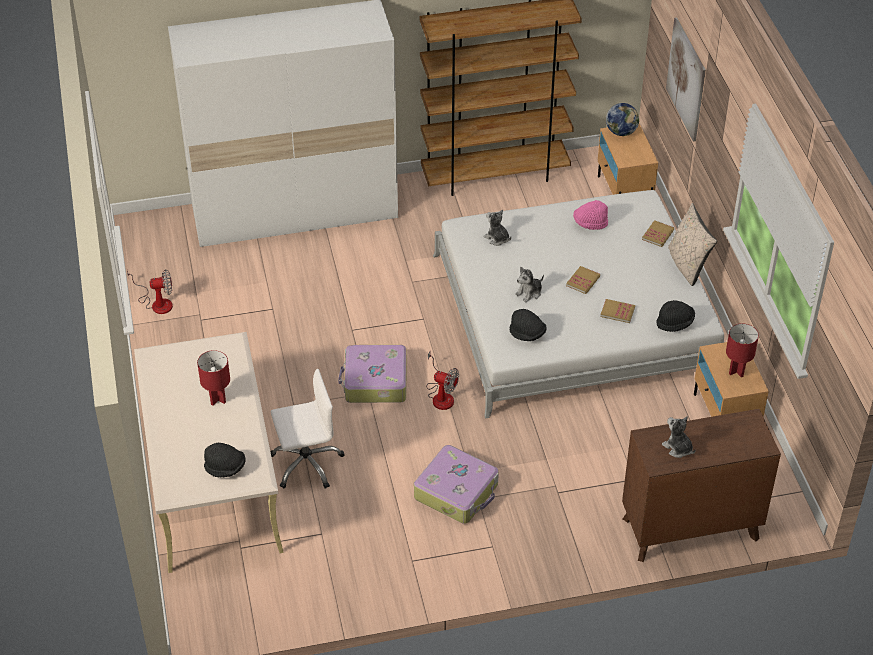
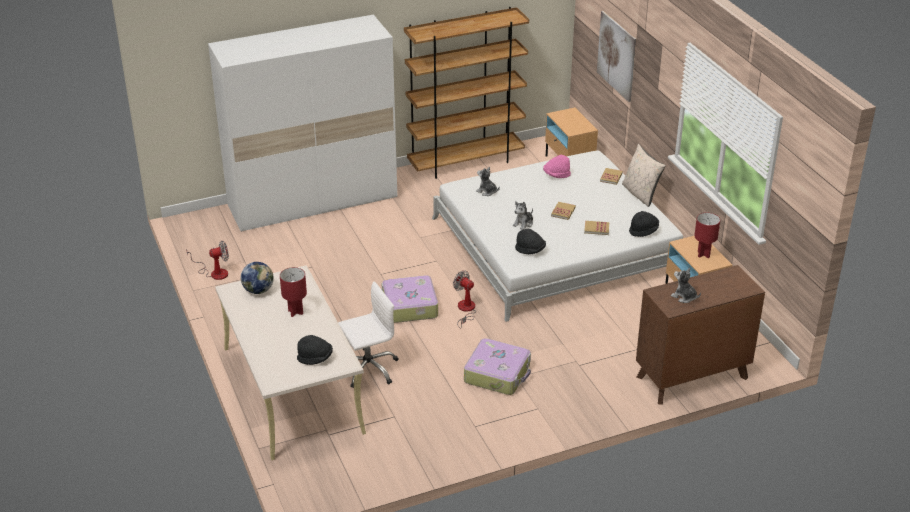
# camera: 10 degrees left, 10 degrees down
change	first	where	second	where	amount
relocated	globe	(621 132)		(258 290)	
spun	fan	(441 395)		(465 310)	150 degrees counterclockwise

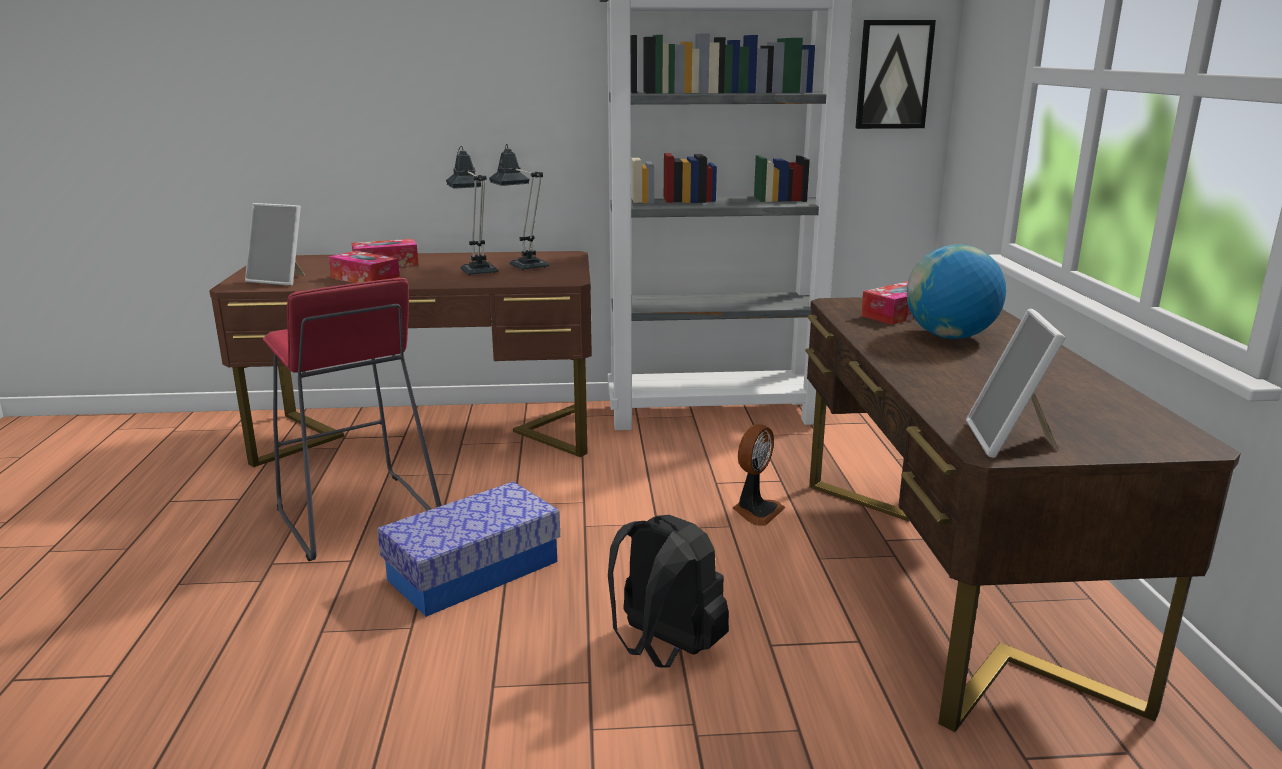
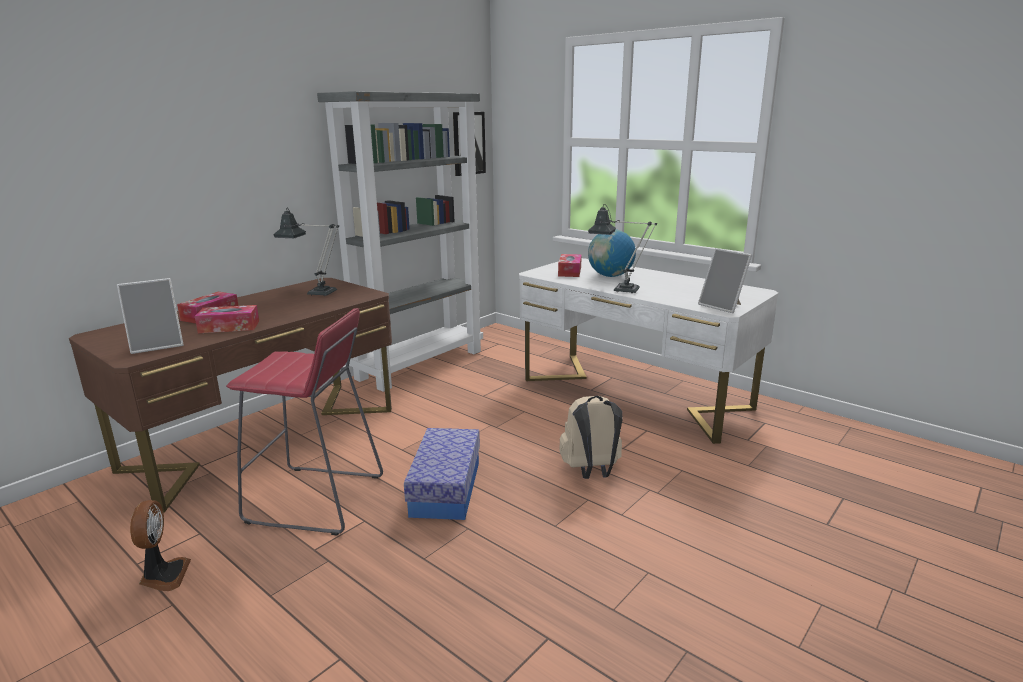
# camera: 45 degrees left, 0 degrees up
change	first	where	second	where	amount
relocated	fan	(756 511)		(164 575)	
colour	desk (brown)	(947 577)	desk (white)	(633 393)	
colour	backpack (black)	(665 649)	backpack (beige)	(591 471)	
relocated	table lamp	(477 270)		(619 289)	

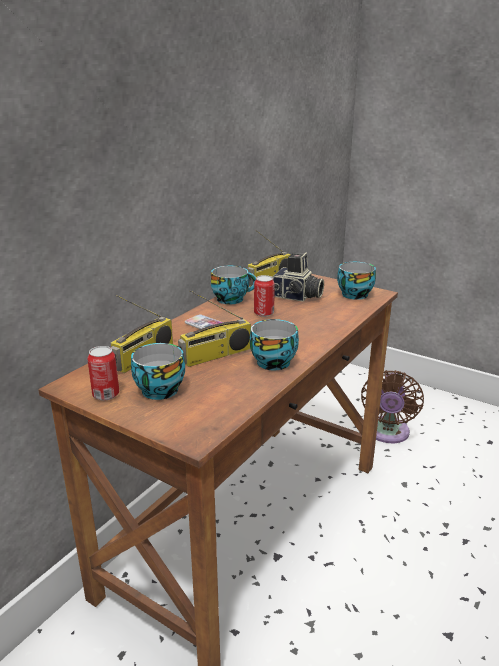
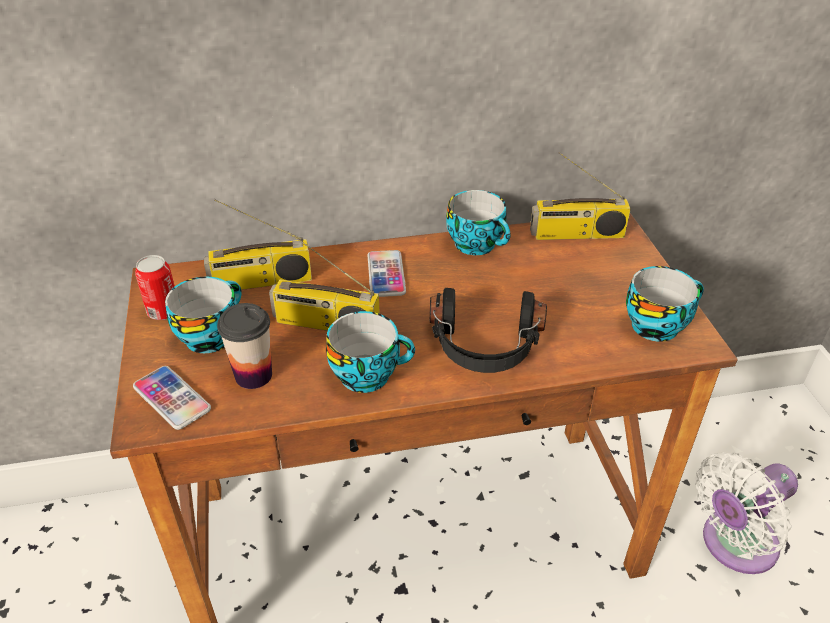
# camera: 45 degrees right, 15 degrees up
change	first	where	second	where	amount
appeared			phone	(172 398)	
appeared			cup	(253 375)	
appeared			headphones (black)	(485 347)	
colour	fan (brown)	(387 433)	fan (white)	(733 545)	
missing	can	(264 313)			
missing	photo camera	(297 297)			

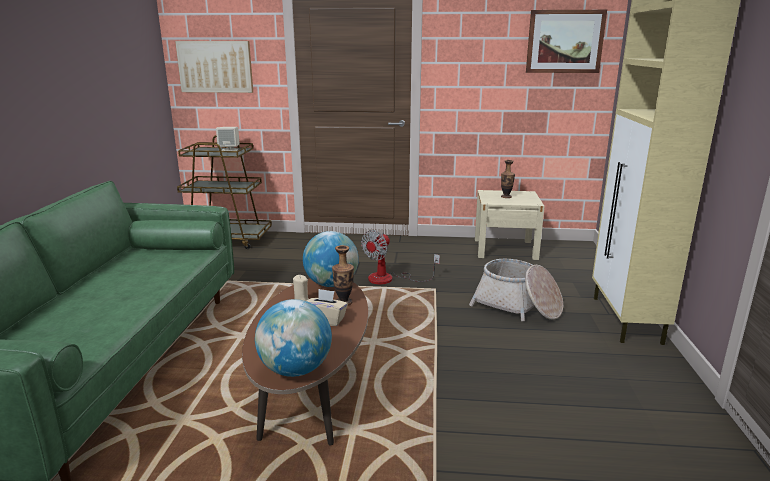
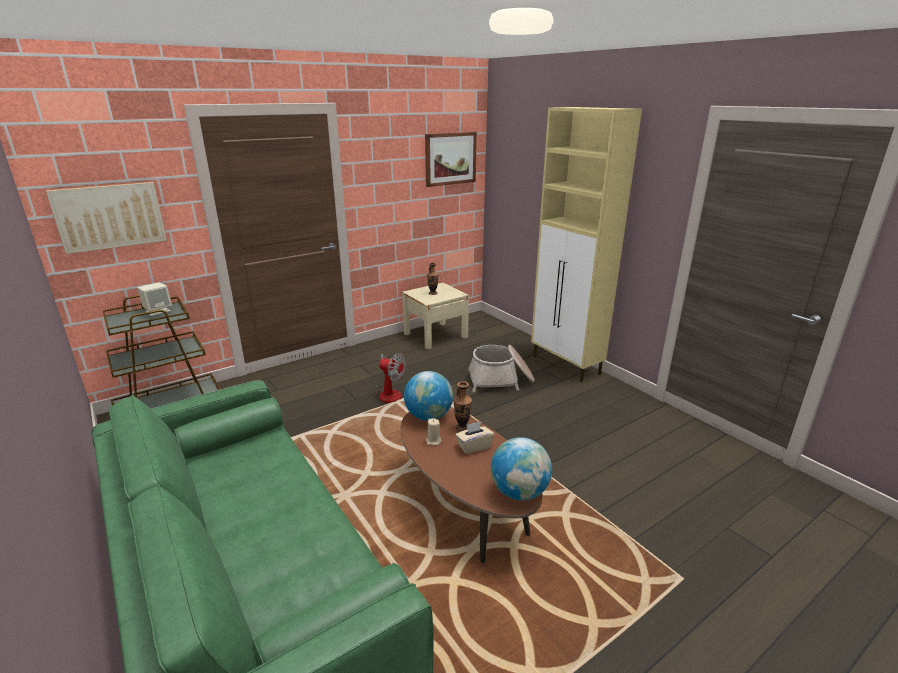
# camera: 40 degrees left, 5 degrees up
change	first	where	second	where	amount
spun	fan	(389 279)		(389 392)	60 degrees counterclockwise

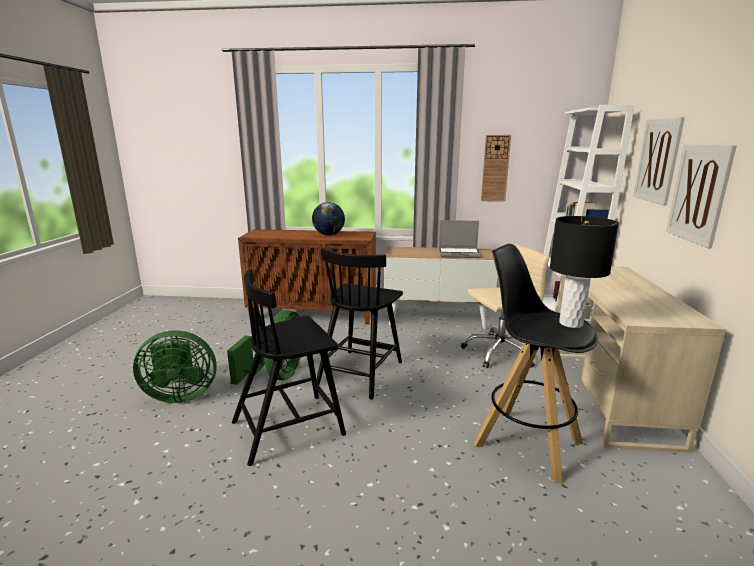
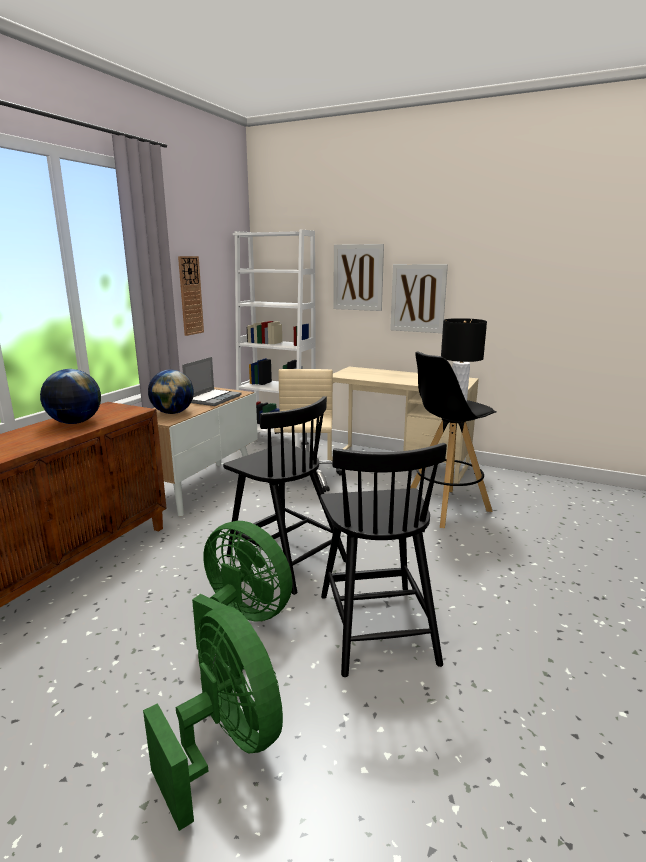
# camera: 70 degrees left, 0 degrees up
change	first	where	second	where	amount
spun	fan (green)	(180 395)		(226 743)	45 degrees counterclockwise
appeared			globe	(173 413)	

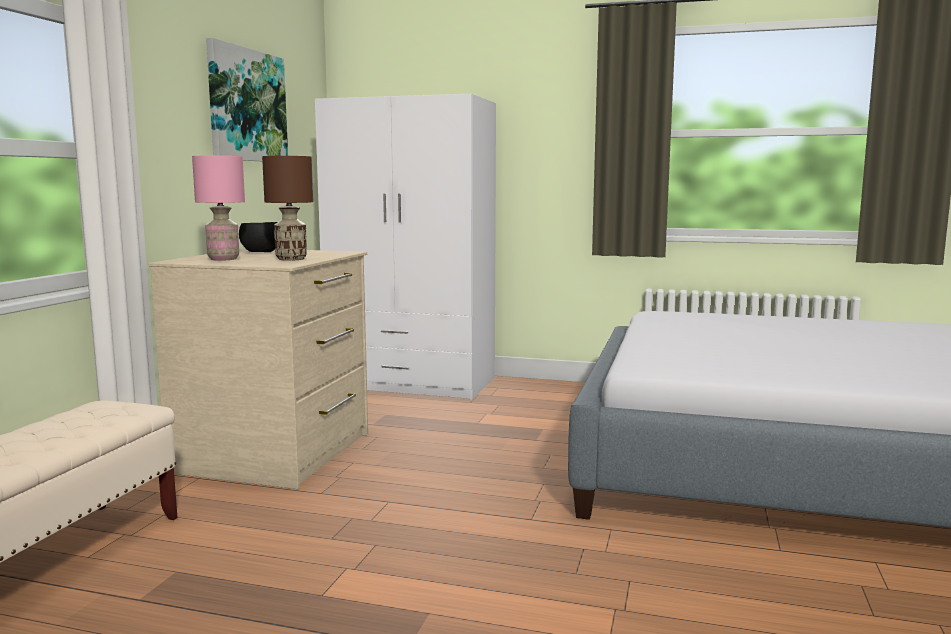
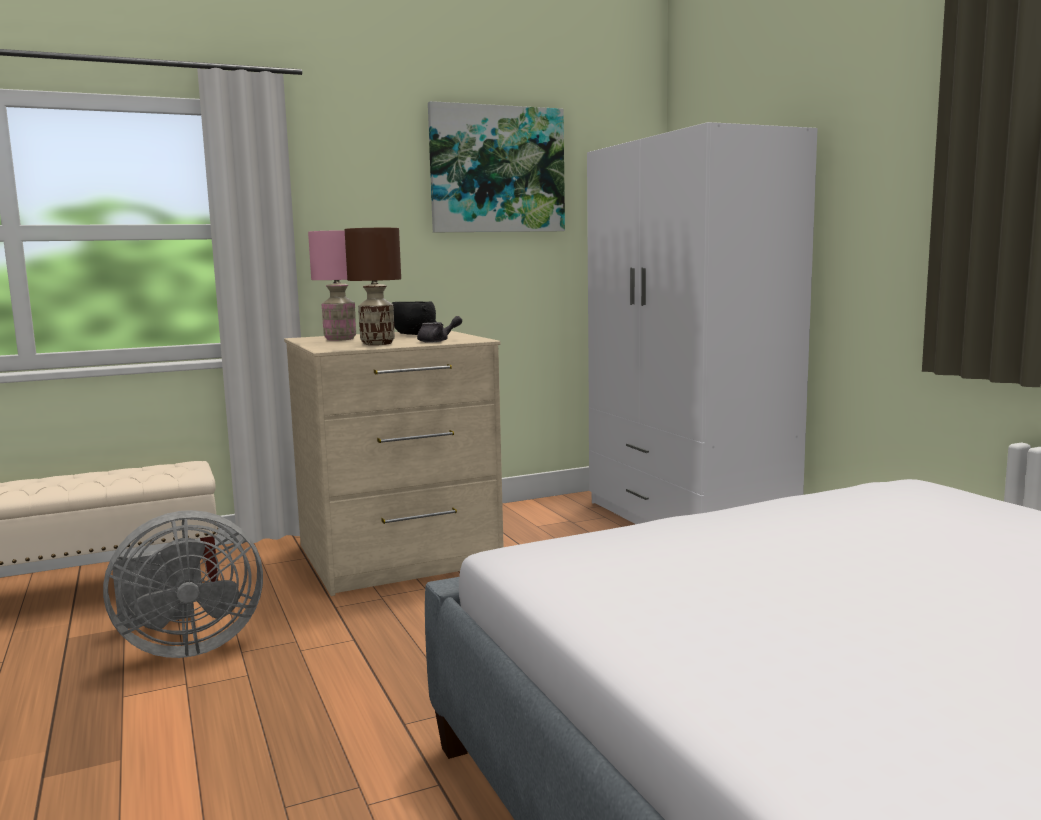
# camera: 50 degrees right, 0 degrees up
change	first	where	second	where	amount
appeared			fan (grey)	(185 646)	
appeared			teapot (grey)	(438 341)	

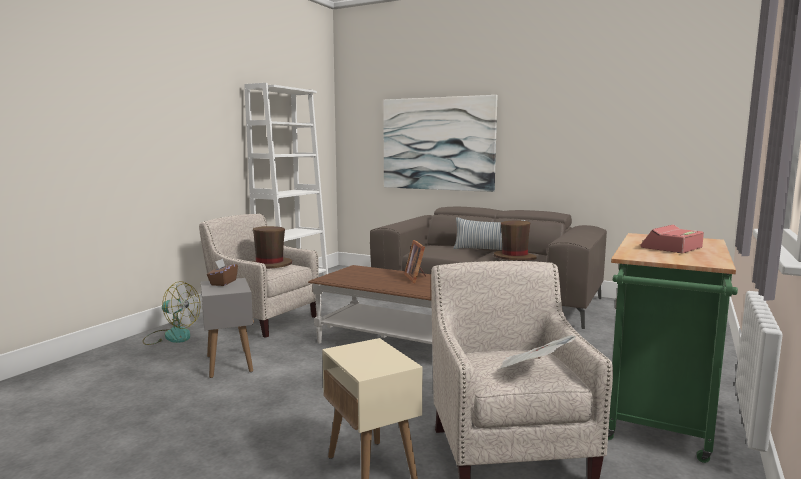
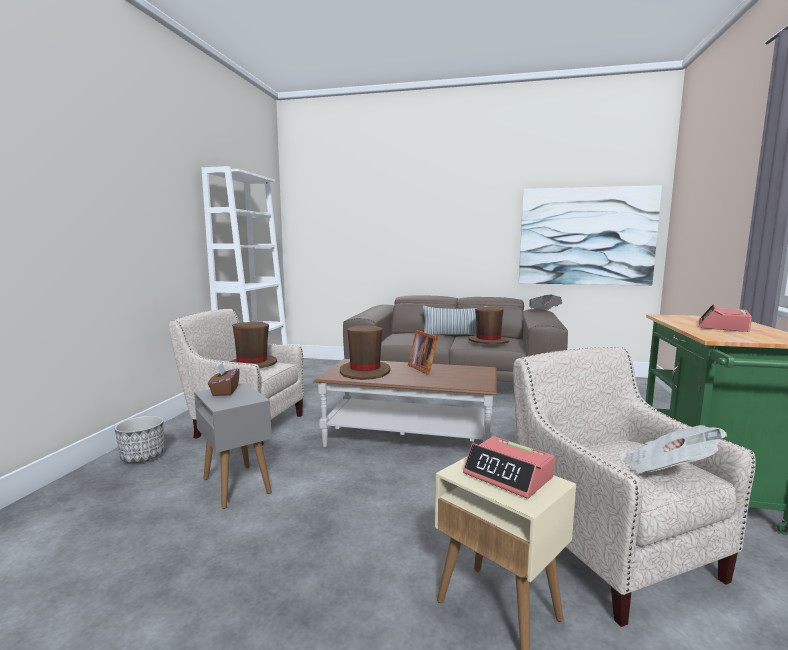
# camera: 15 degrees left, 0 degrees up
change	first	where	second	where	amount
exchanged	fan	(171 336)	planter	(143 457)	
appeared			hat (brown)	(365 372)	
appeared			alarm clock	(508 476)	
relocated	picture	(437 144)		(586 236)	
appeared			newspaper	(544 312)	

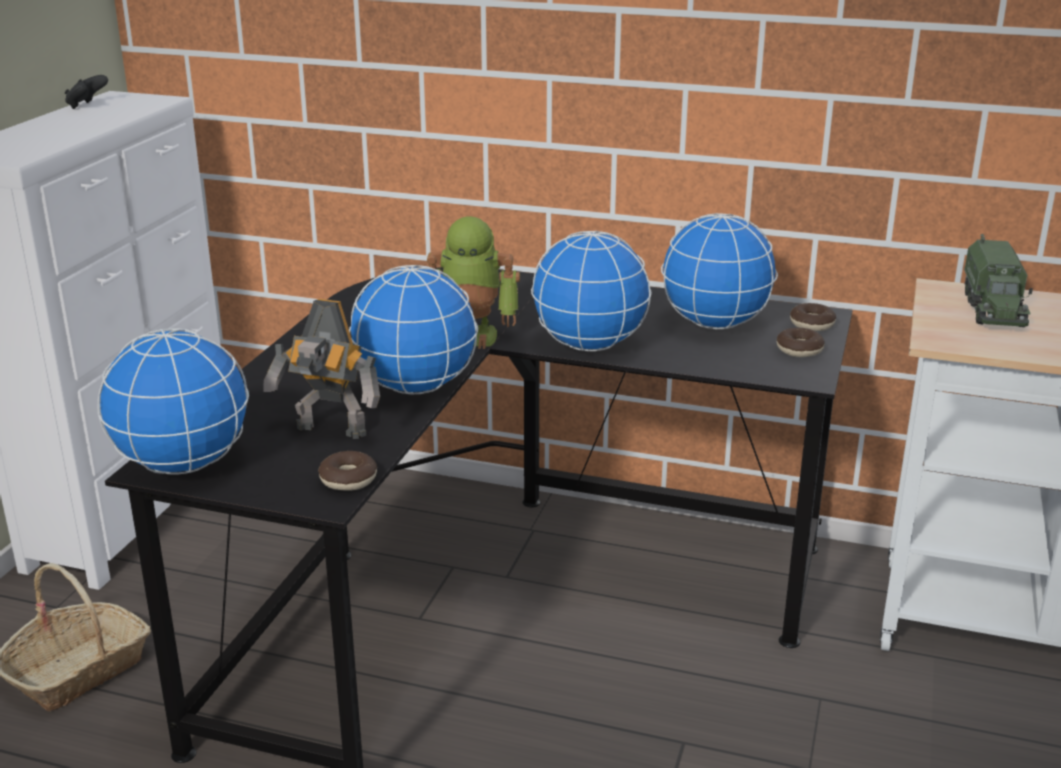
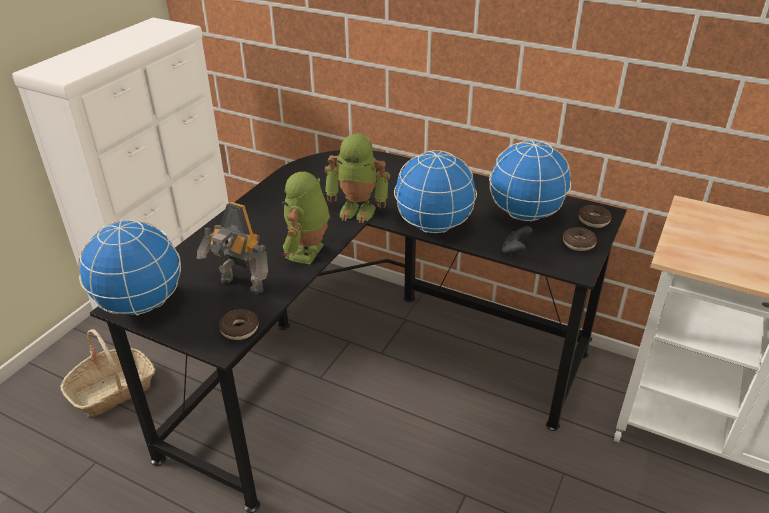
# camera: 10 degrees right, 10 degrees up
change	first	where	second	where	amount
exchanged	globe	(417 387)	toy robot	(308 253)	
relocated	game controller (black)	(87 106)		(515 251)	
missing	toy truck	(993 309)			

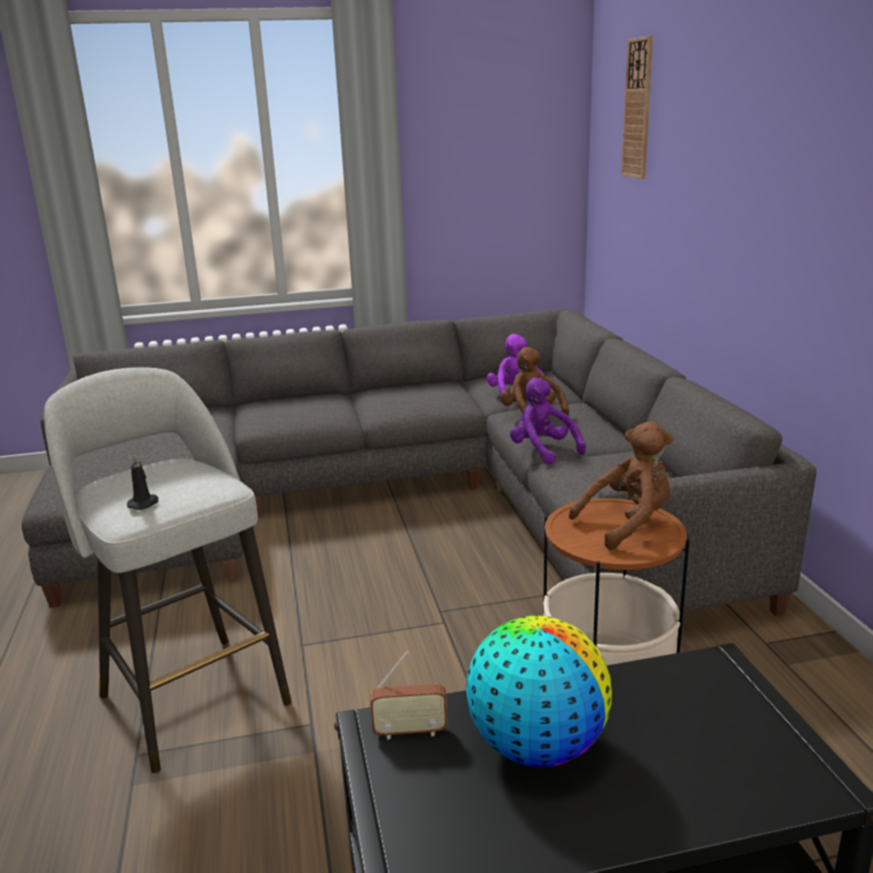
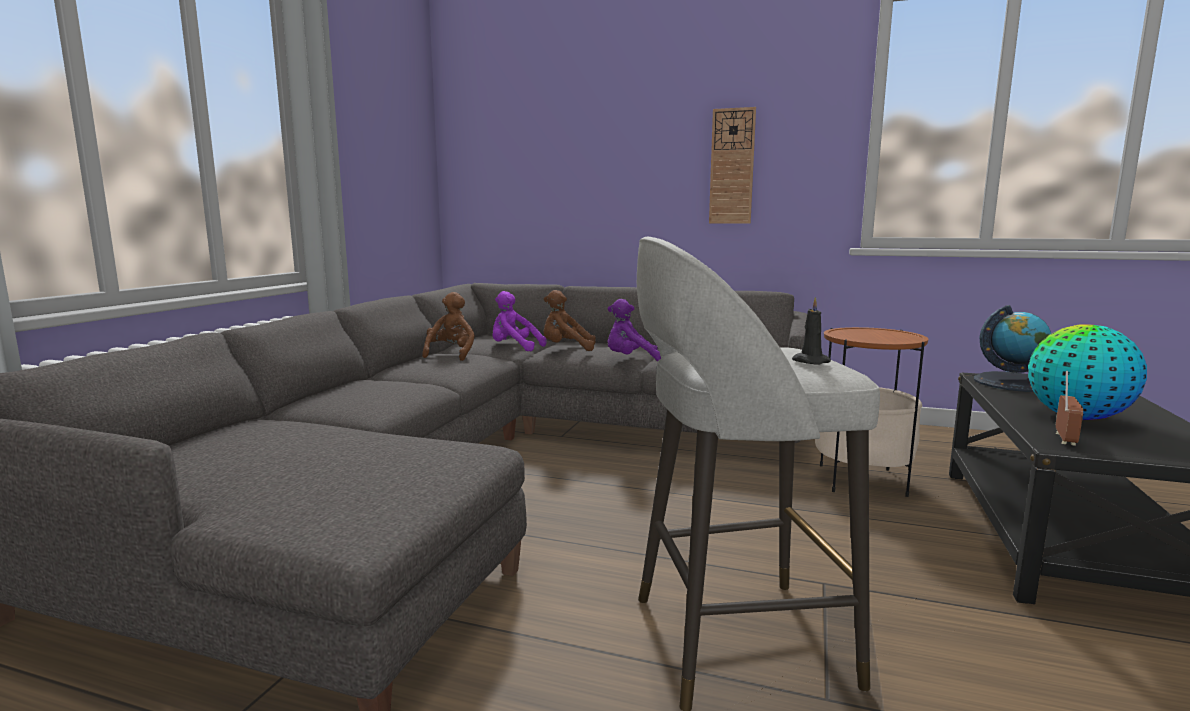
# camera: 60 degrees left, 10 degrees down
change	first	where	second	where	amount
relocated	plush toy (brown)	(627 524)		(451 354)	
relocated	wall clock	(638 109)		(732 167)	
appeared			globe	(1013 383)	

